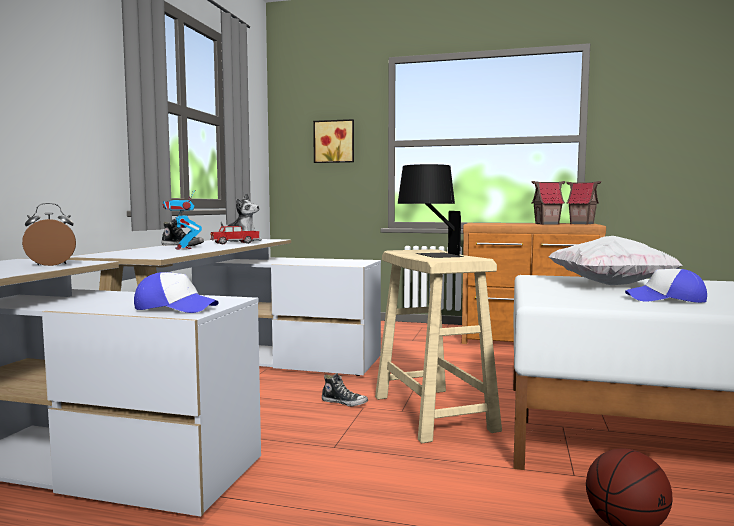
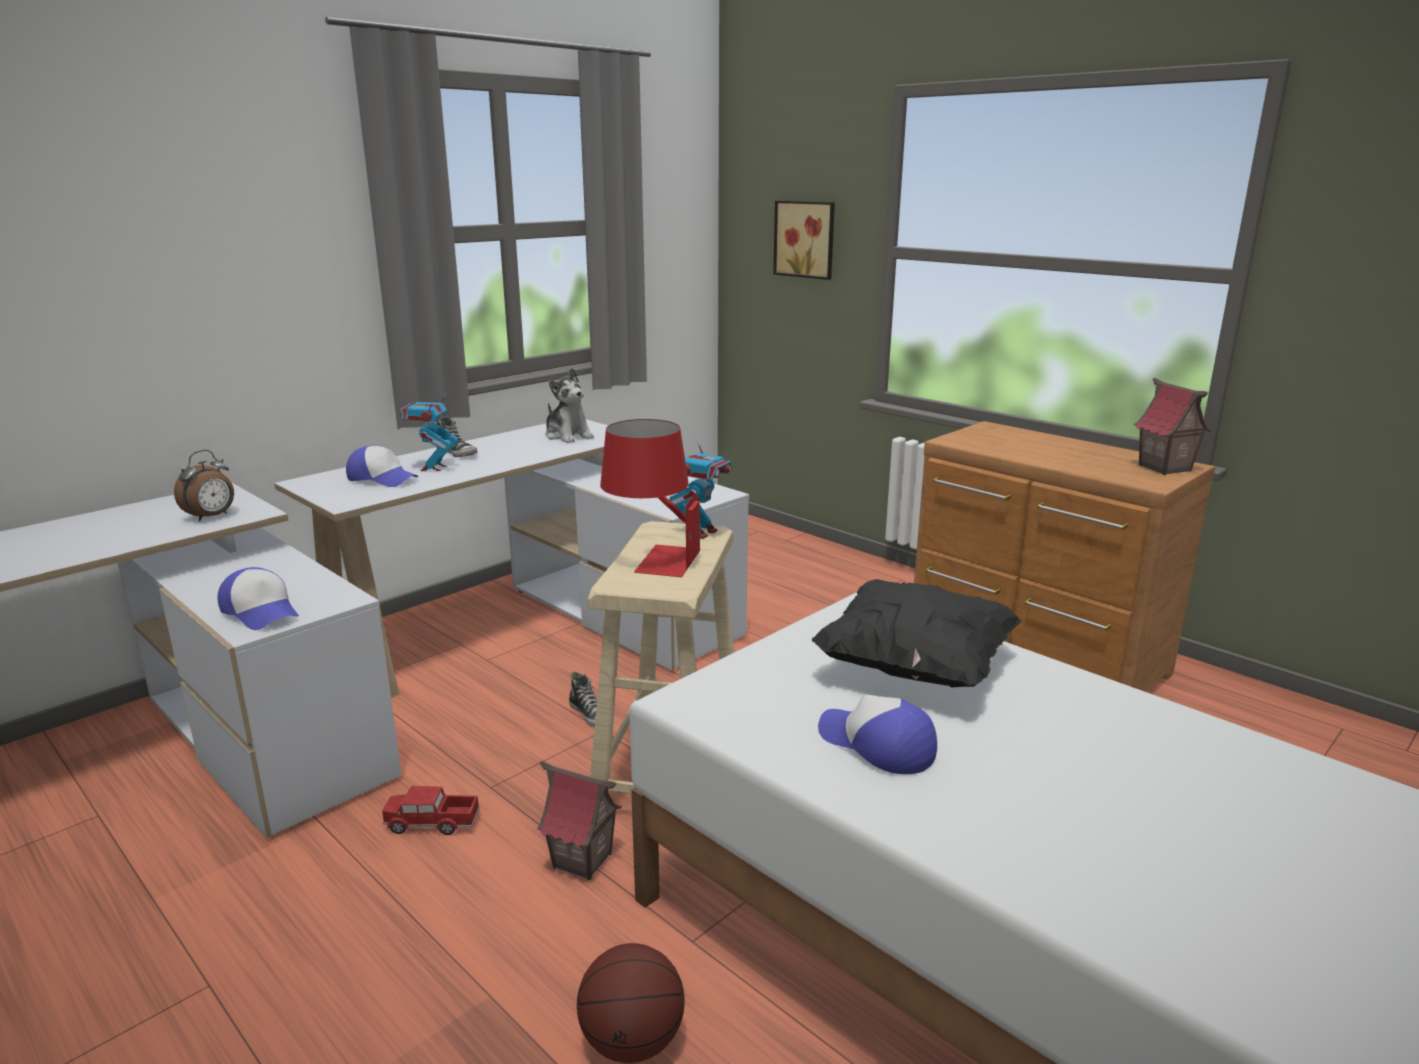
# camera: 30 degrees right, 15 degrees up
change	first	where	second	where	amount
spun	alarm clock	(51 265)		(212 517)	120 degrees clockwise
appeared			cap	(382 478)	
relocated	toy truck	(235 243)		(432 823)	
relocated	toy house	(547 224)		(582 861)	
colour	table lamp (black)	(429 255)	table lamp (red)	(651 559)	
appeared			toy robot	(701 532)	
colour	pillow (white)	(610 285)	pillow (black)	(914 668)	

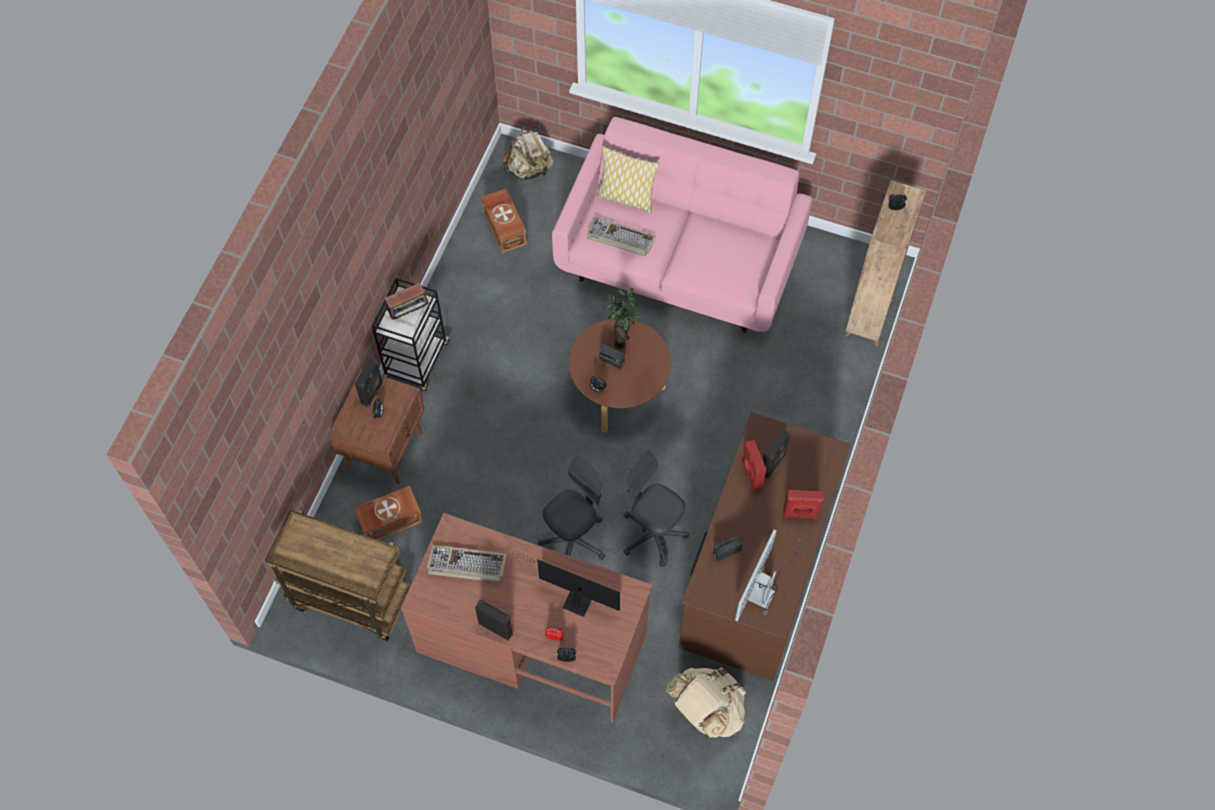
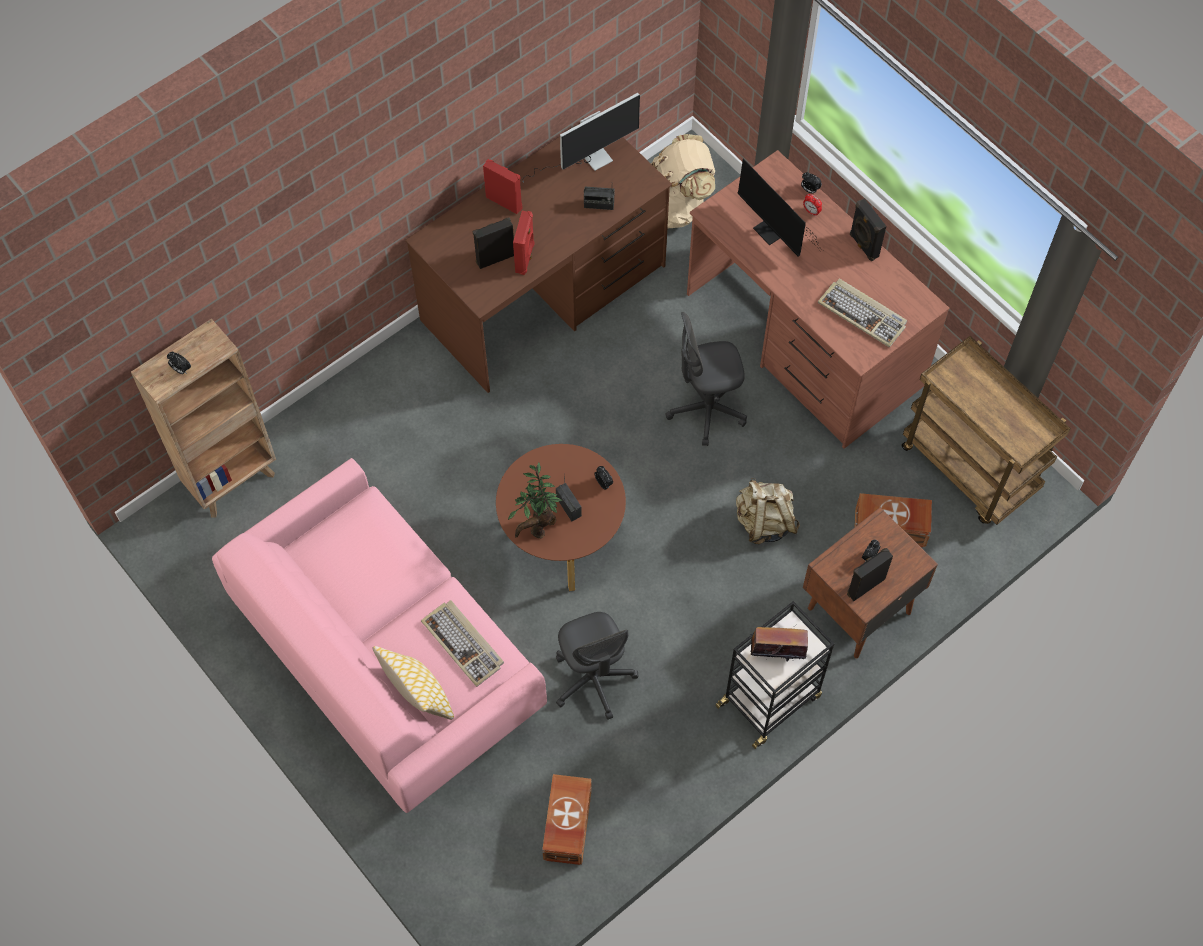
# camera: 150 degrees left, 0 degrees up
change	first	where	second	where	amount
relocated	office chair (grey)	(653 535)		(593 680)	
relocated	backpack (beige)	(529 169)		(764 522)	

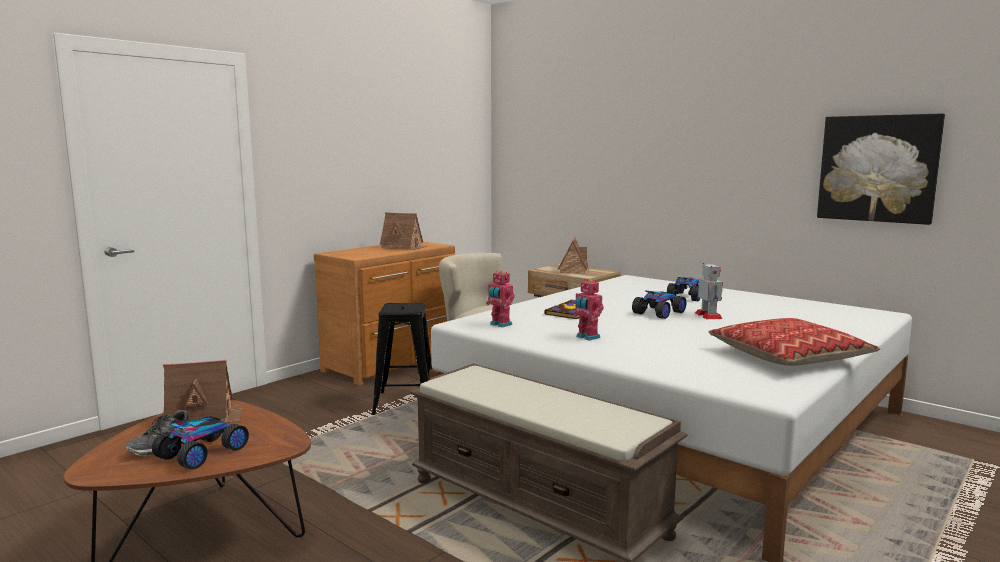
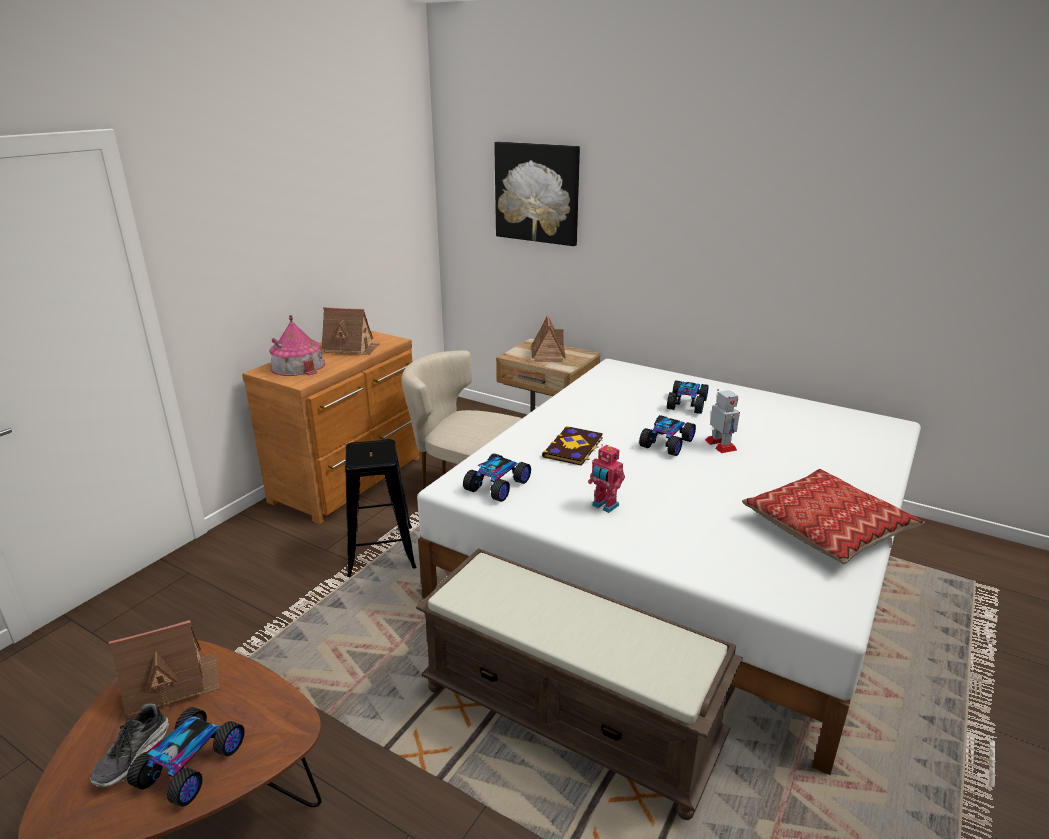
# camera: 10 degrees left, 15 degrees up
change	first	where	second	where	amount
appeared			toy house	(298 365)	
exchanged	toy robot	(500 325)	toy car	(498 486)	
relocated	picture	(878 168)		(537 193)	

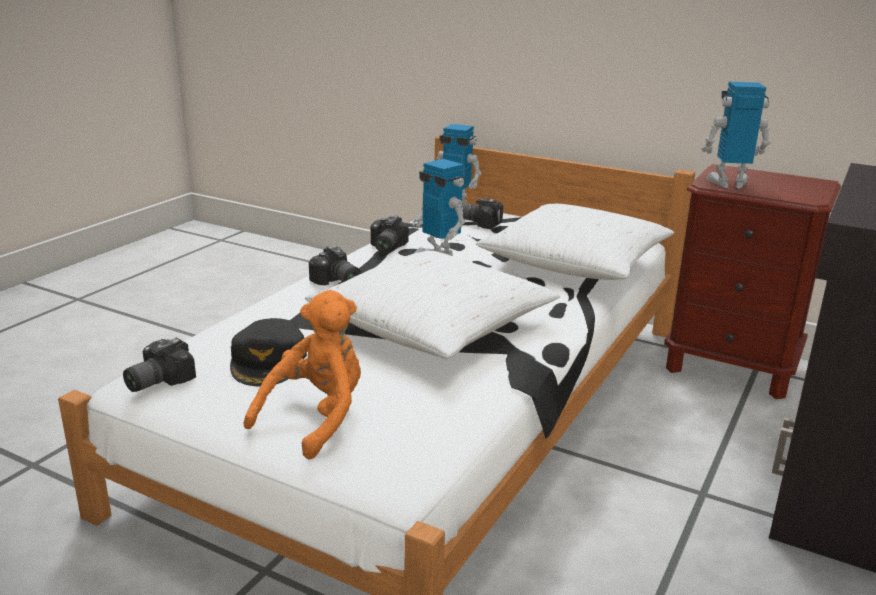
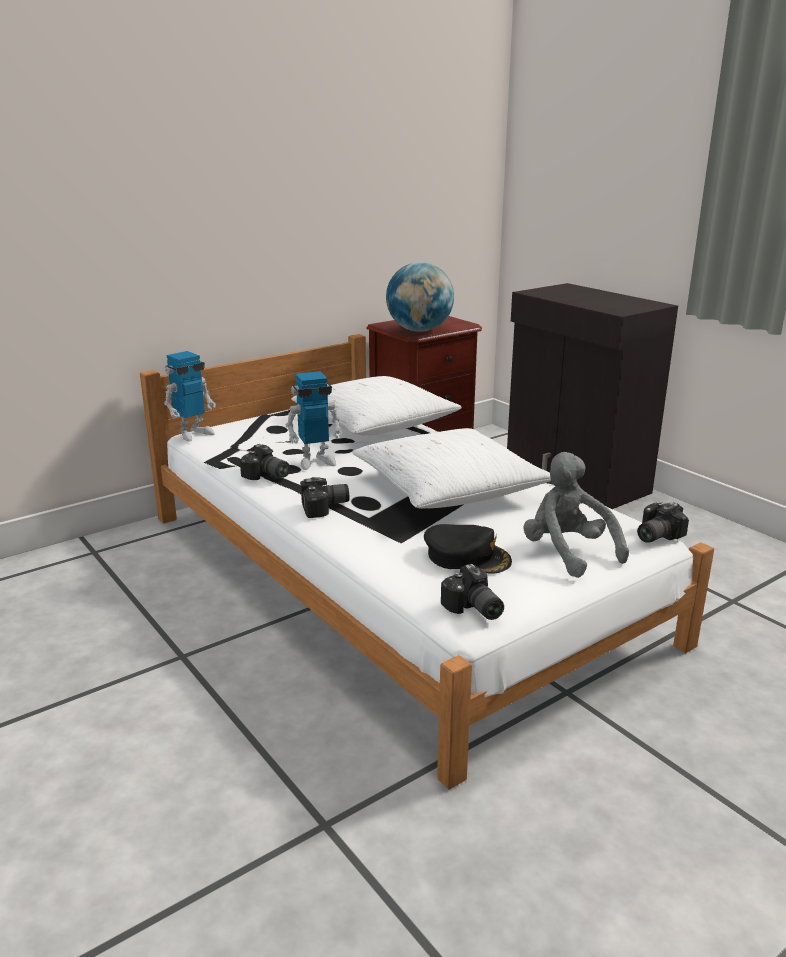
# camera: 65 degrees left, 0 degrees up
change	first	where	second	where	amount
exchanged	toy robot	(729 184)	globe	(419 330)	
colour	plush toy (orange)	(316 418)	plush toy (grey)	(567 553)	
relocated	photo camera	(480 222)		(654 535)	

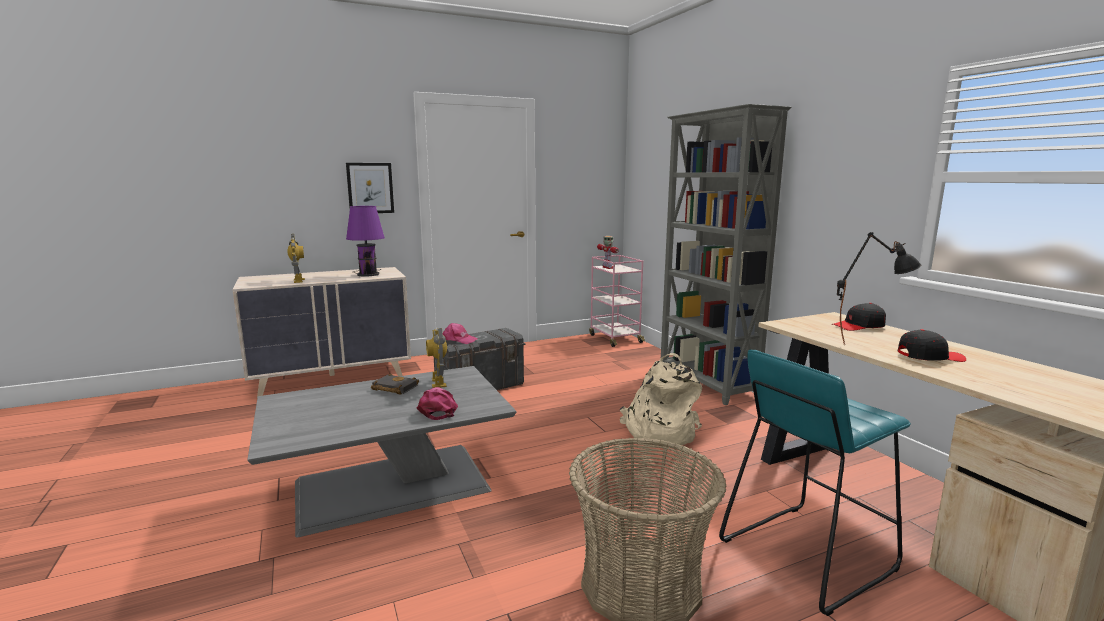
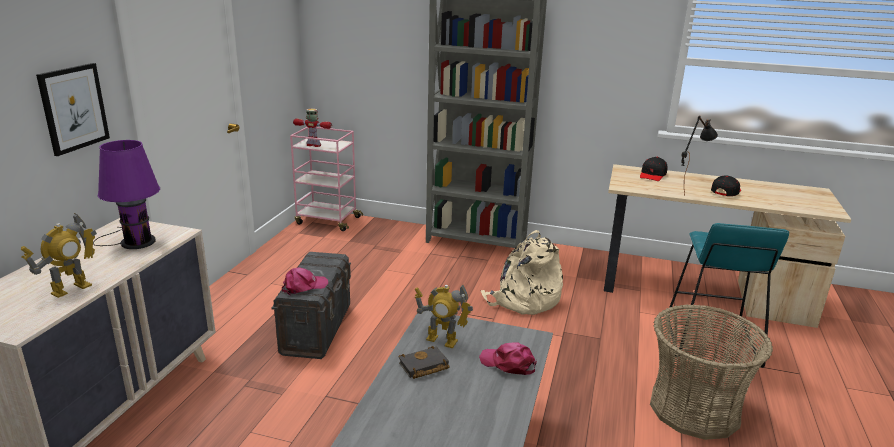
# camera: 50 degrees left, 10 degrees up
change	first	where	second	where	amount
spun	toy robot	(298 280)		(71 289)	105 degrees clockwise

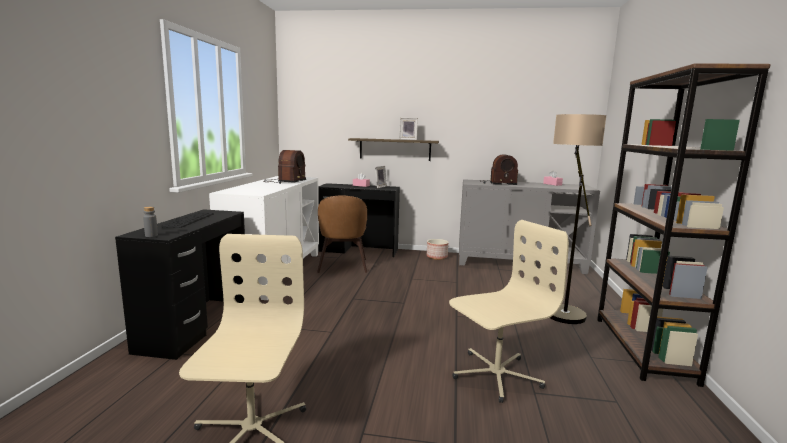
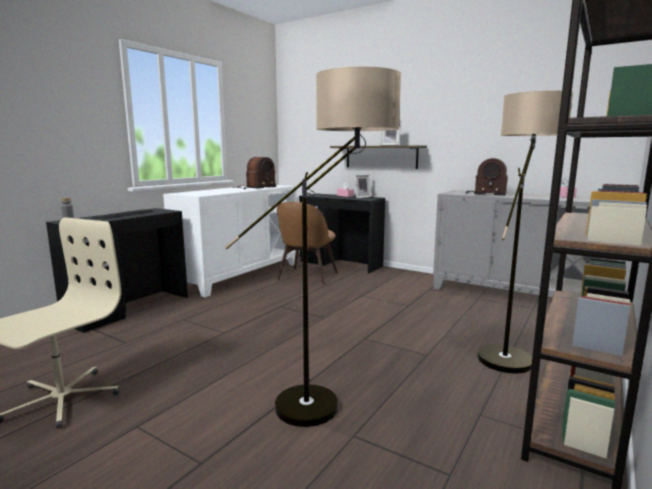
# camera: 25 degrees right, 0 degrees up
change	first	where	second	where	amount
exchanged	office chair (beige)	(495 375)	floor lamp	(332 406)	
missing	planter	(437 257)			

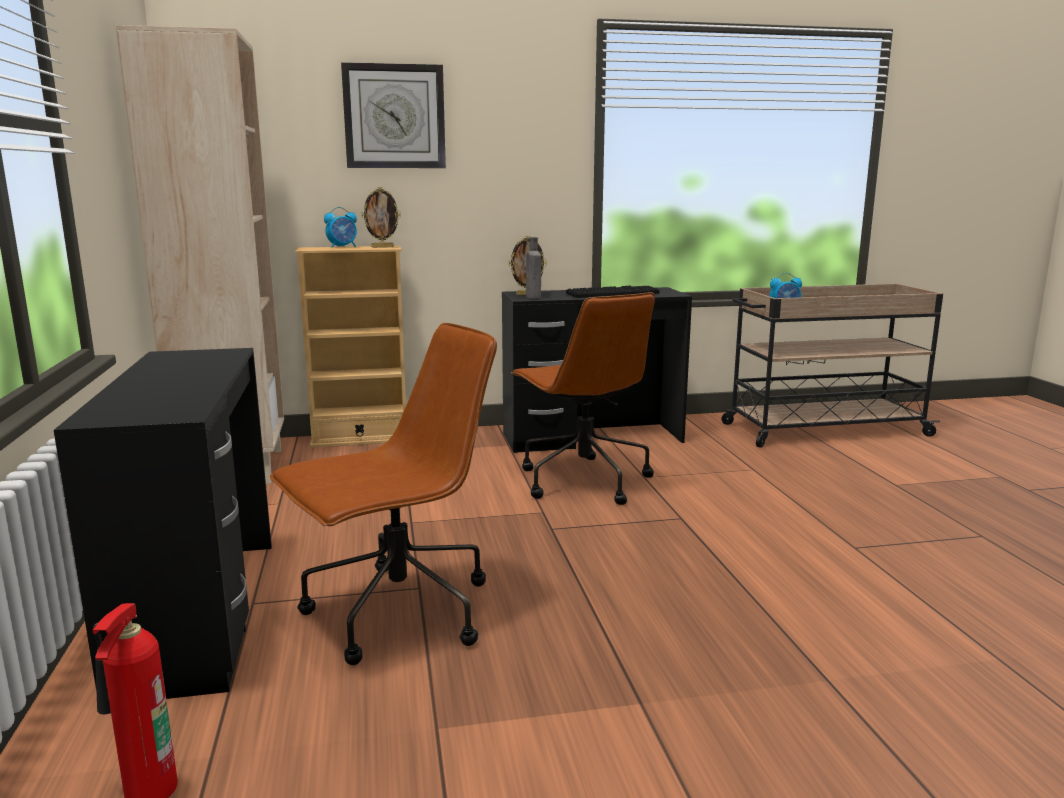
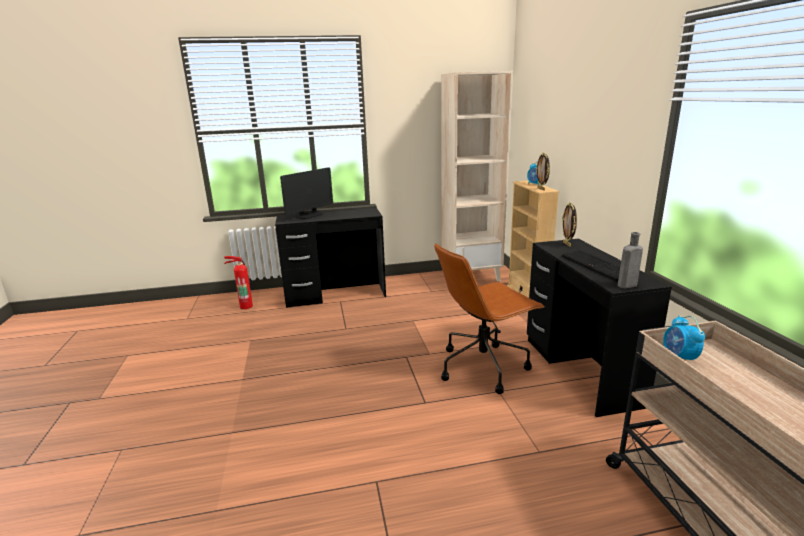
# camera: 90 degrees right, 5 degrees up
change	first	where	second	where	amount
appeared			monitor	(309 215)	
relocated	bottle (grey)	(533 297)		(626 285)	
missing	office chair (brown)	(397 614)			
missing	wall clock	(394 117)			

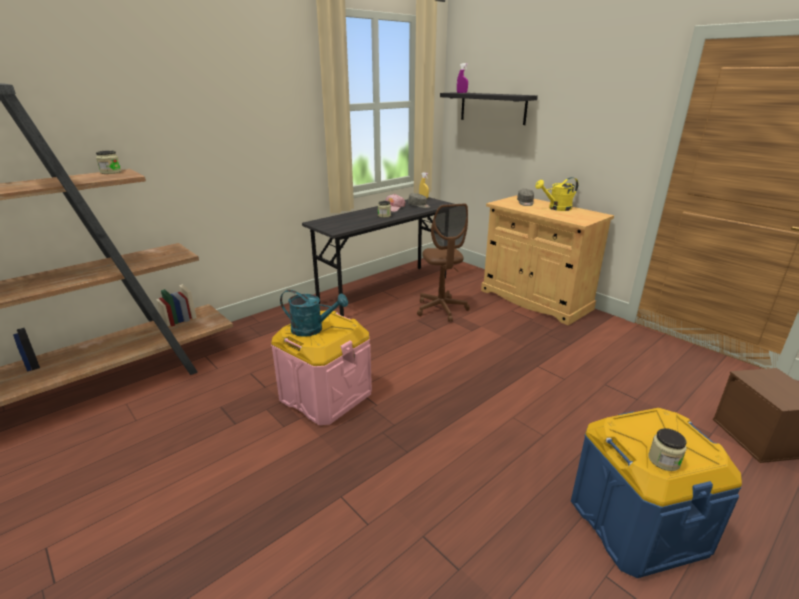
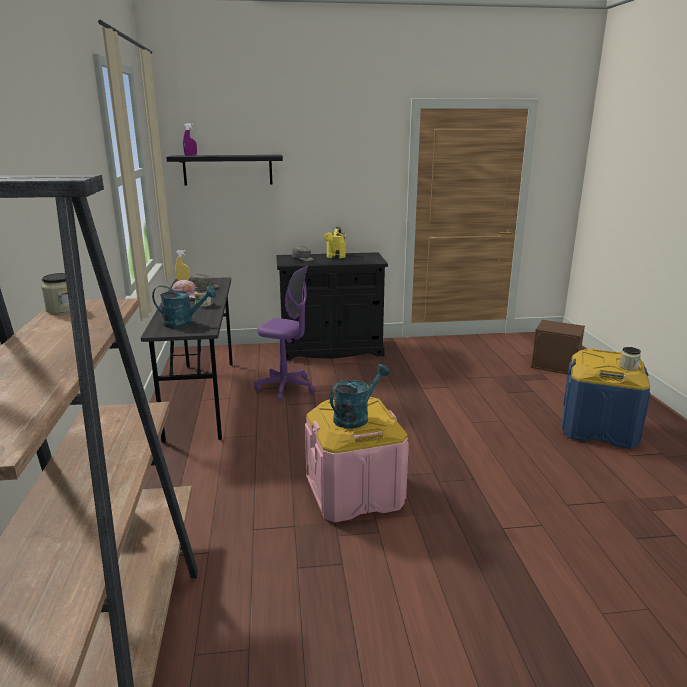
# camera: 55 degrees left, 5 degrees down
change	first	where	second	where	amount
appeared			watering can (turquoise)	(184 323)	
colour	office chair (brown)	(441 309)	office chair (purple)	(285 388)	
colour	cabinet (beige)	(535 300)	cabinet (black)	(331 349)	

